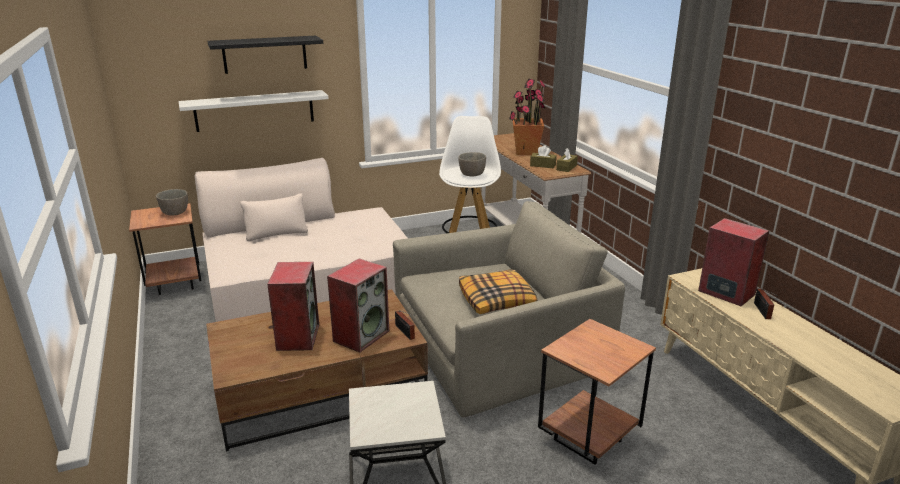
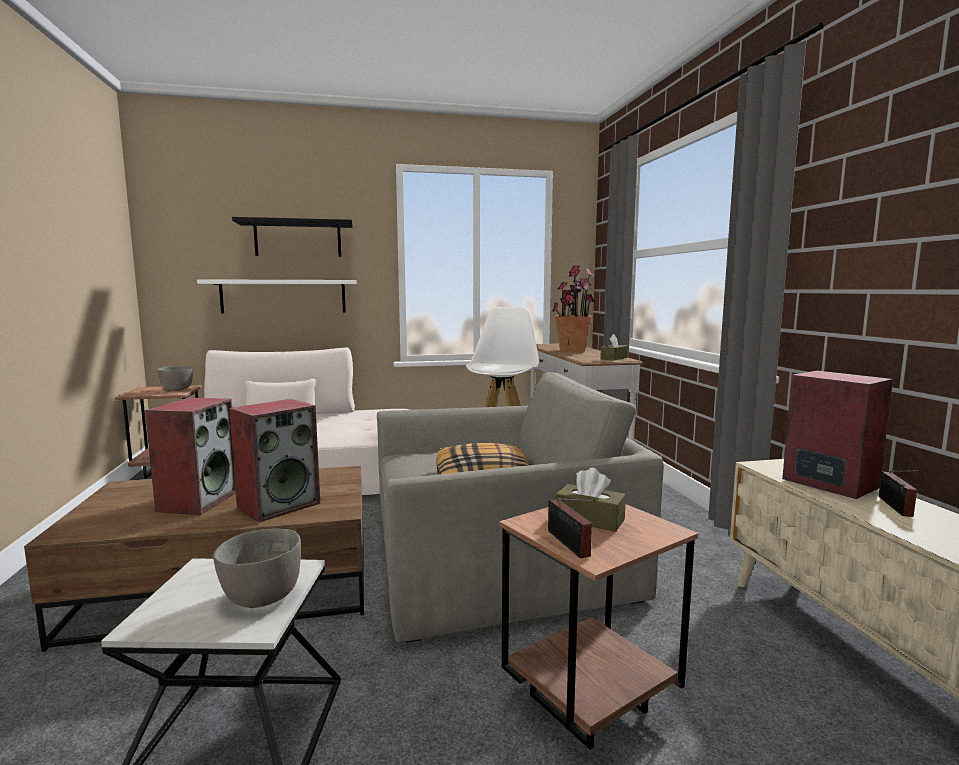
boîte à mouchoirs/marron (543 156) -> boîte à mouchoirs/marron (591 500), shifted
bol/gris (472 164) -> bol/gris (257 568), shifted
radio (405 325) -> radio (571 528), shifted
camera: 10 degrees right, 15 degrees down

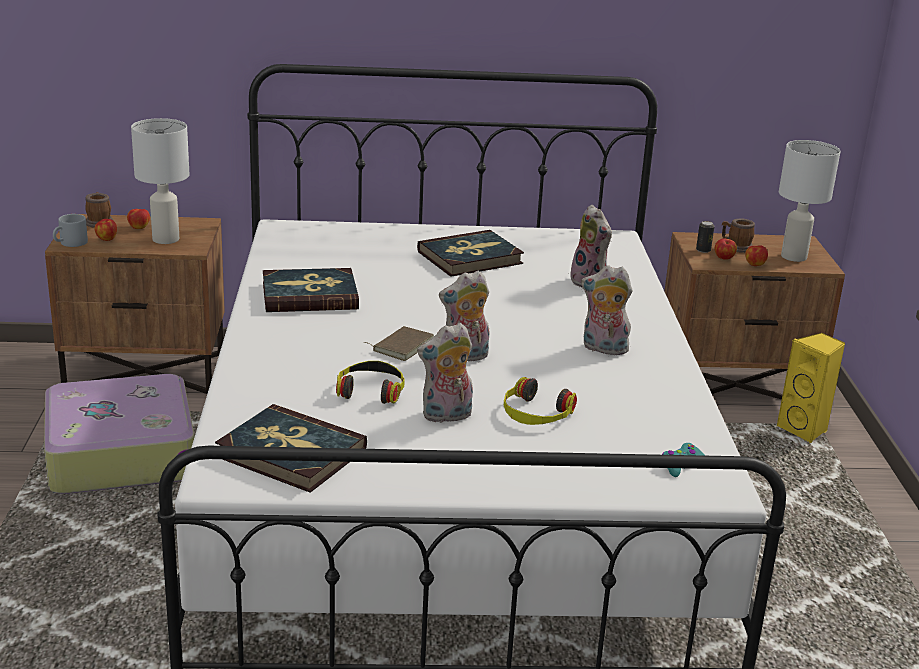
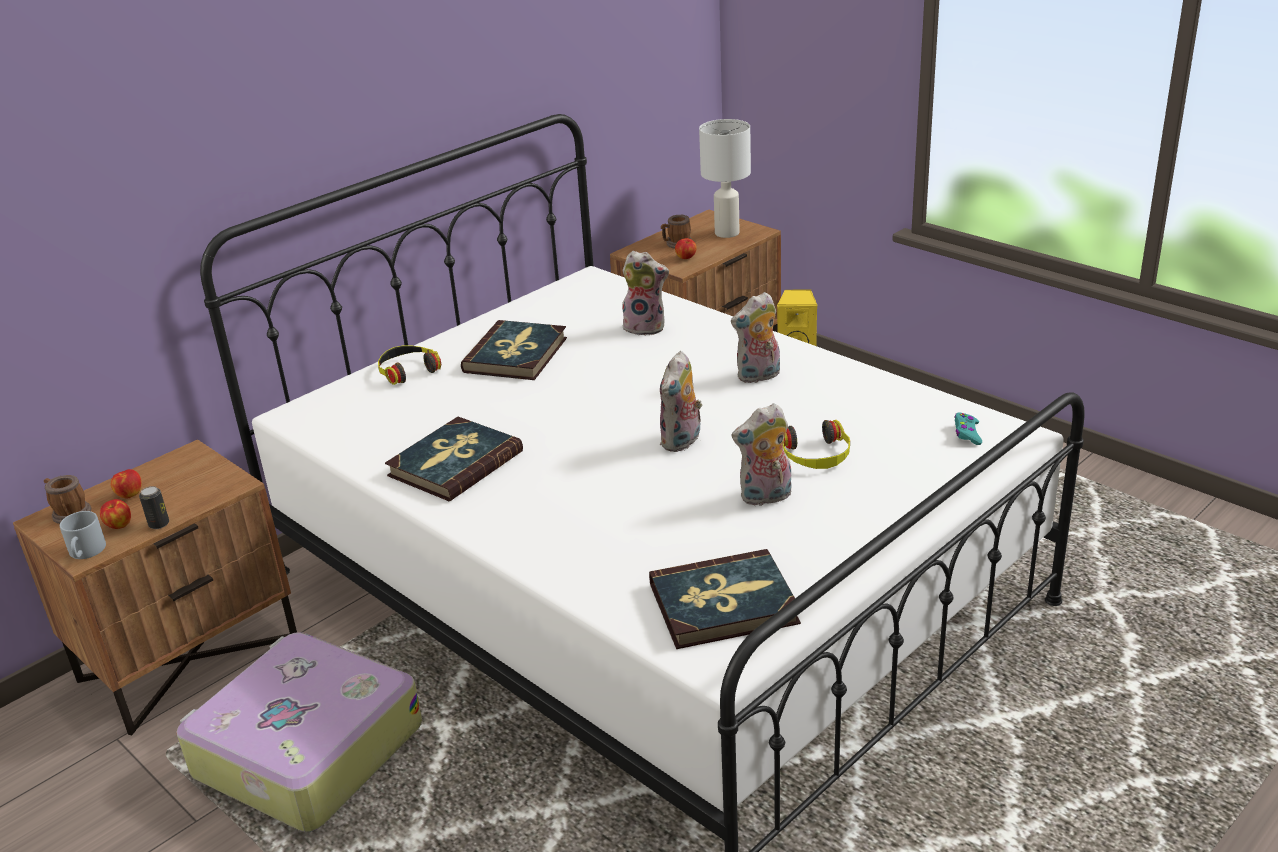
lampe de table/blanc (160 181) -> none
boîte métallique (705 237) -> boîte métallique (154 507), shifted
pomme (756 255) -> none
peluche (445 373) -> peluche (762 455), 45 degrees clockwise
livre/marron (399 343) -> none
casque audio (370 382) -> casque audio (409 365), shifted
camera: 40 degrees left, 5 degrees up

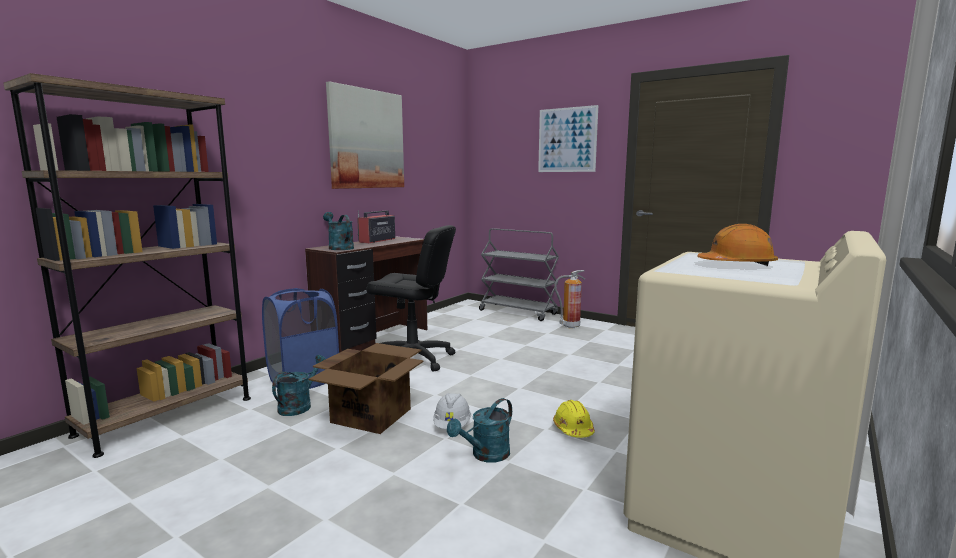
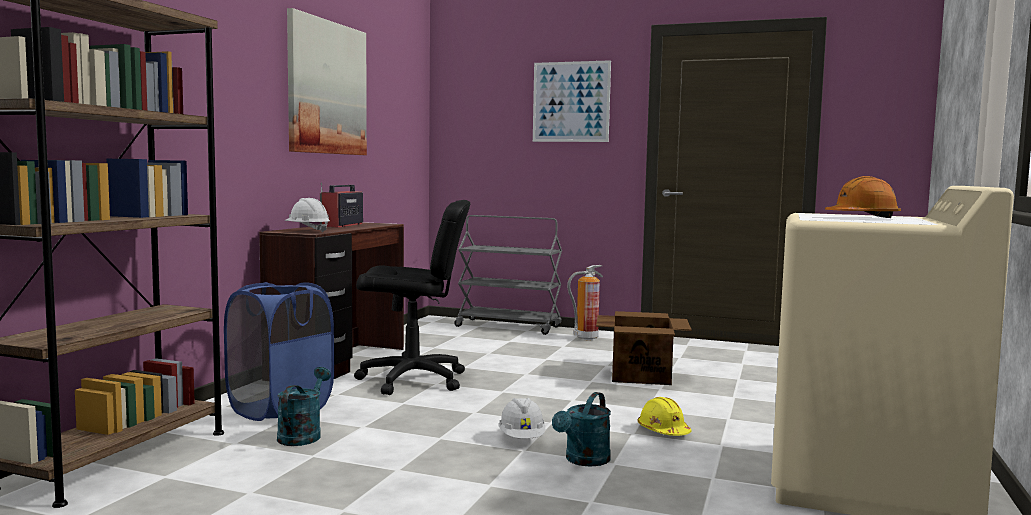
arrosoir/turquoise (338 231) -> casque de chantier/blanc (307 215)
carton (366 388) -> carton (644 348), shifted
camera: 15 degrees left, 5 degrees down

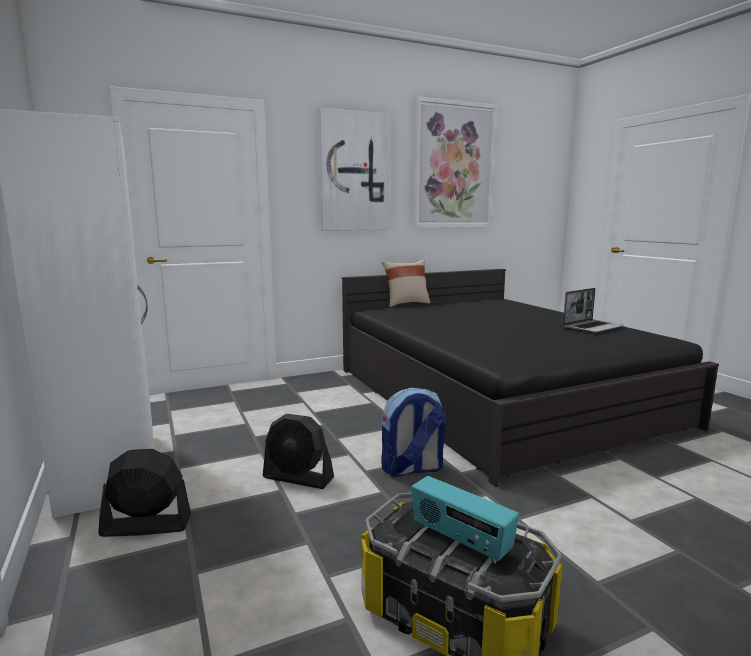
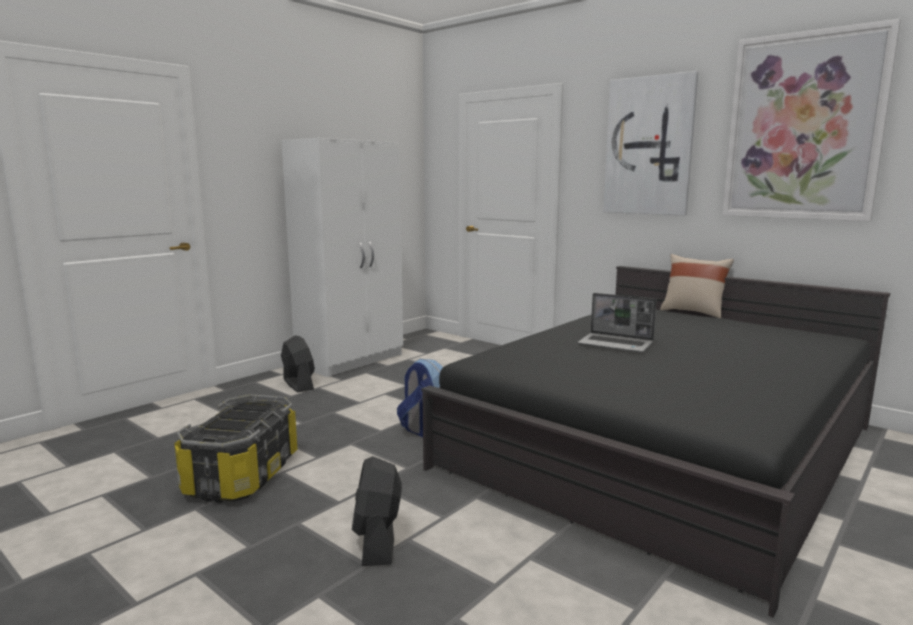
ordinateur portable (593 310) -> ordinateur portable (617 323), shifted
ventilateur/noir (298 451) -> ventilateur/noir (377 511), shifted
radio (465 520) -> none
camera: 65 degrees right, 0 degrees up

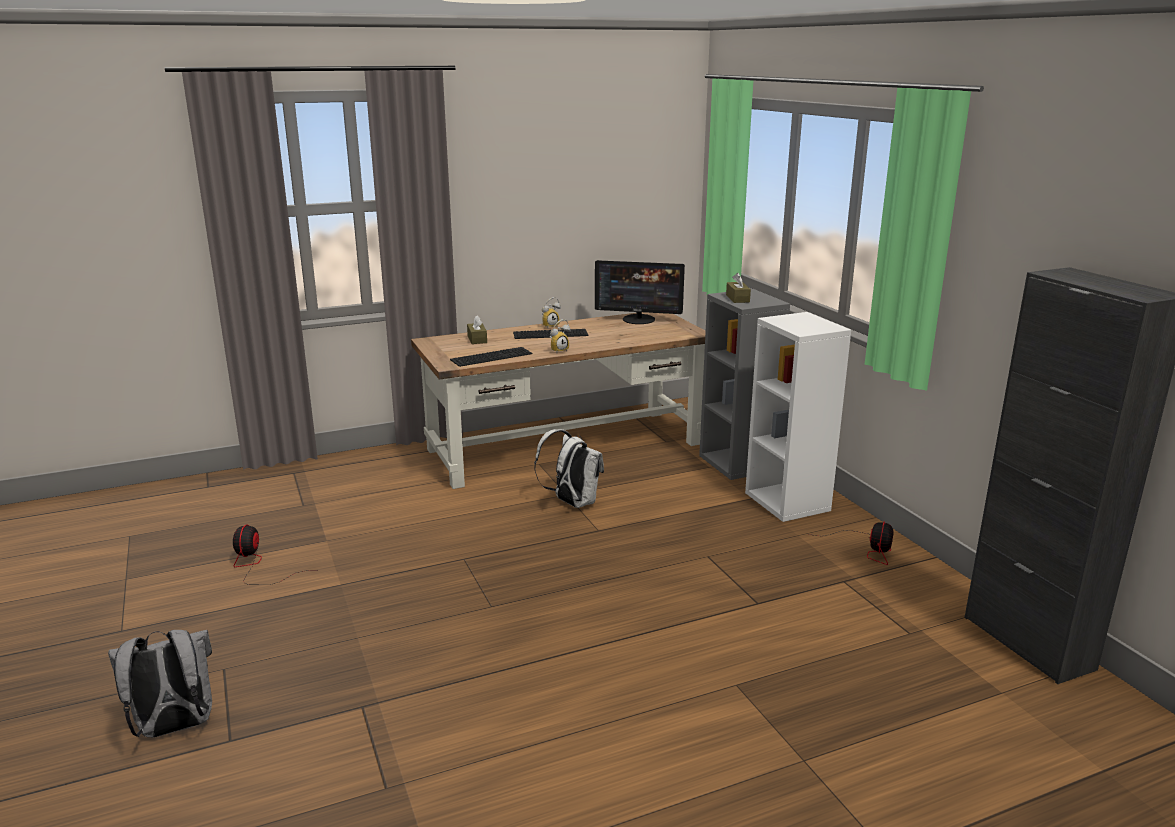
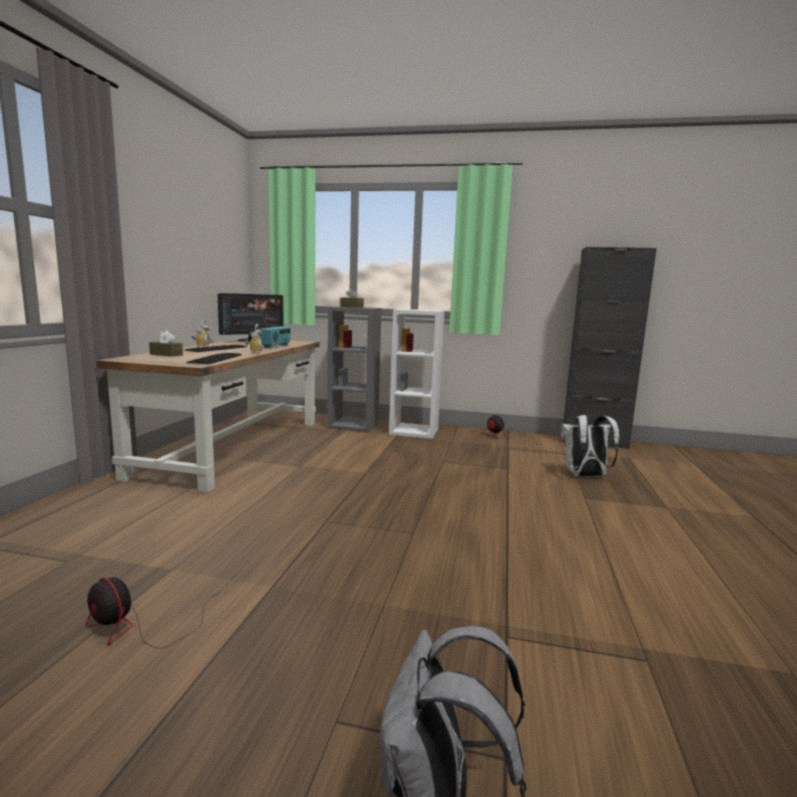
sac à dos/blanc (569 468) -> sac à dos/blanc (590 446), shifted
none -> radio (275 337)
camera: 55 degrees left, 10 degrees down

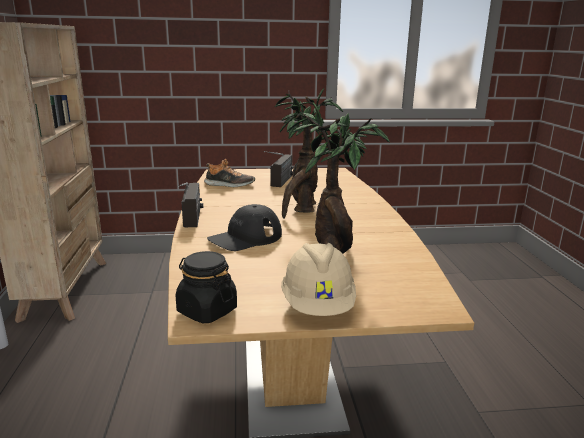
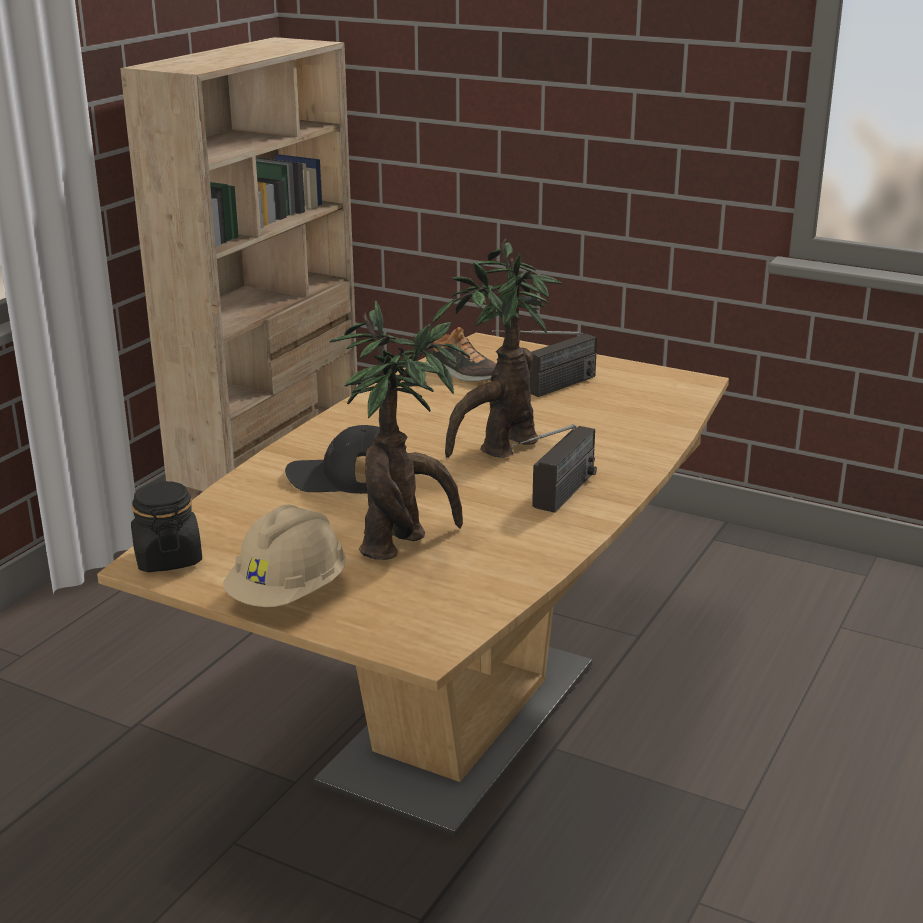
radio (190 204) -> radio (554 468), shifted
camera: 35 degrees right, 5 degrees up

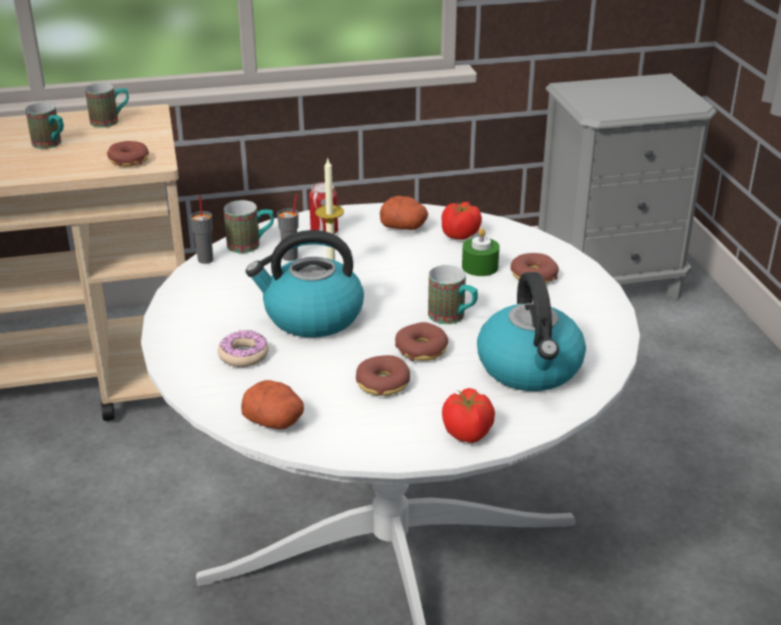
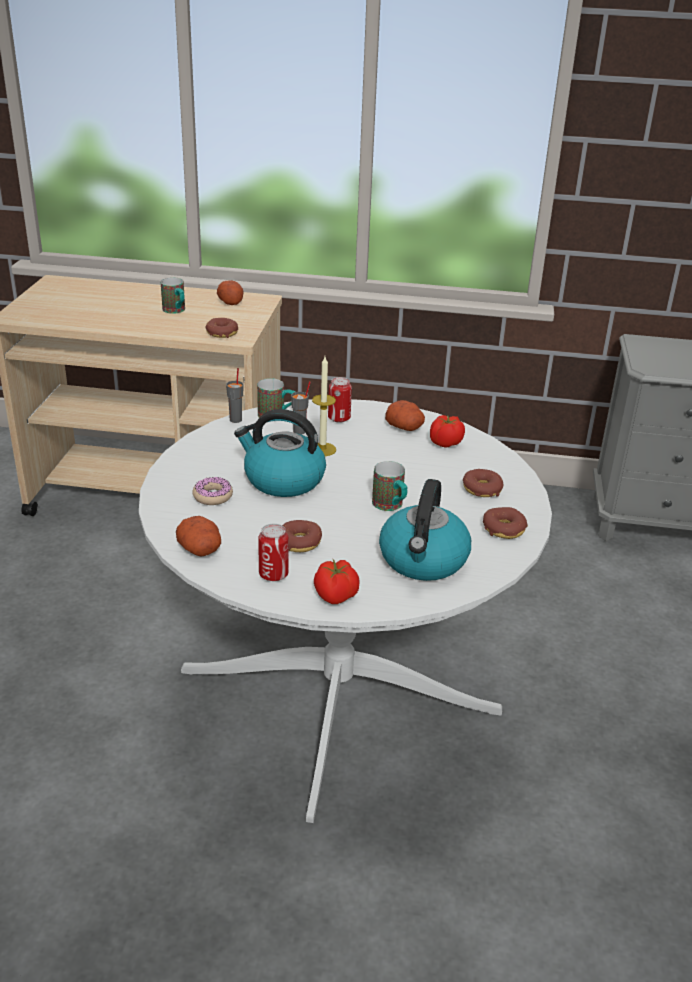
mug (107 105) -> pomme de terre (230 292)
bougie/vert (481 252) -> none
beignet (421 341) -> beignet (505 523), shifted
none -> boîte métallique (273 552)
camera: 20 degrees right, 0 degrees up

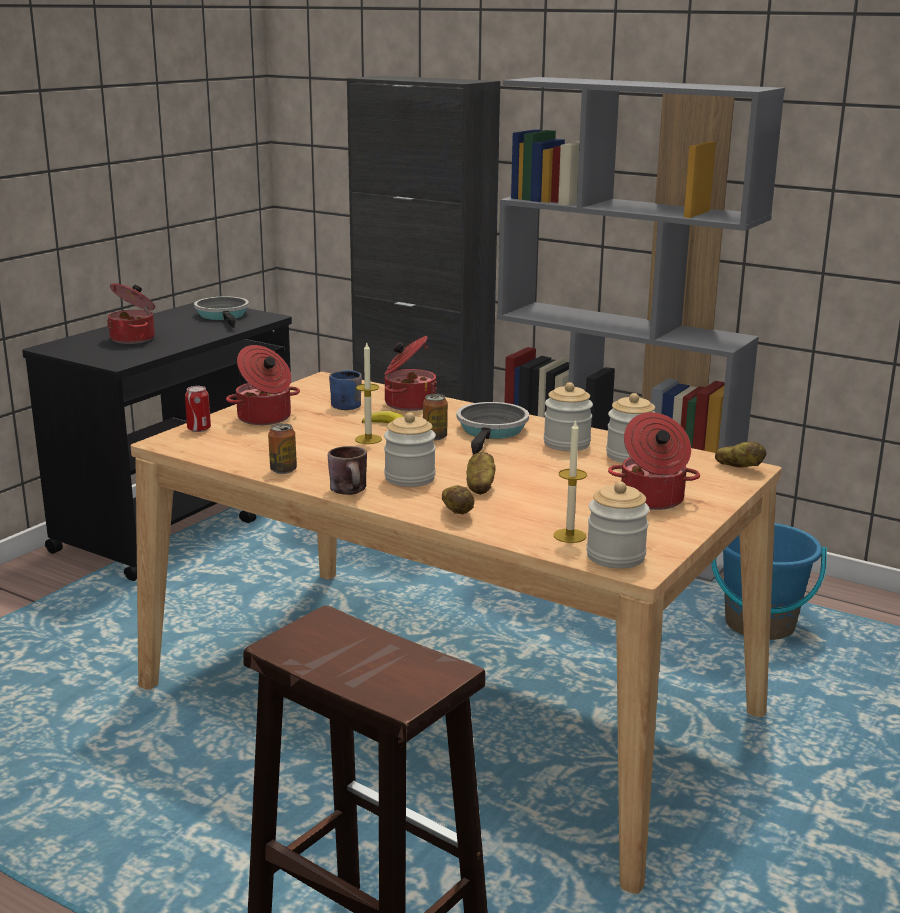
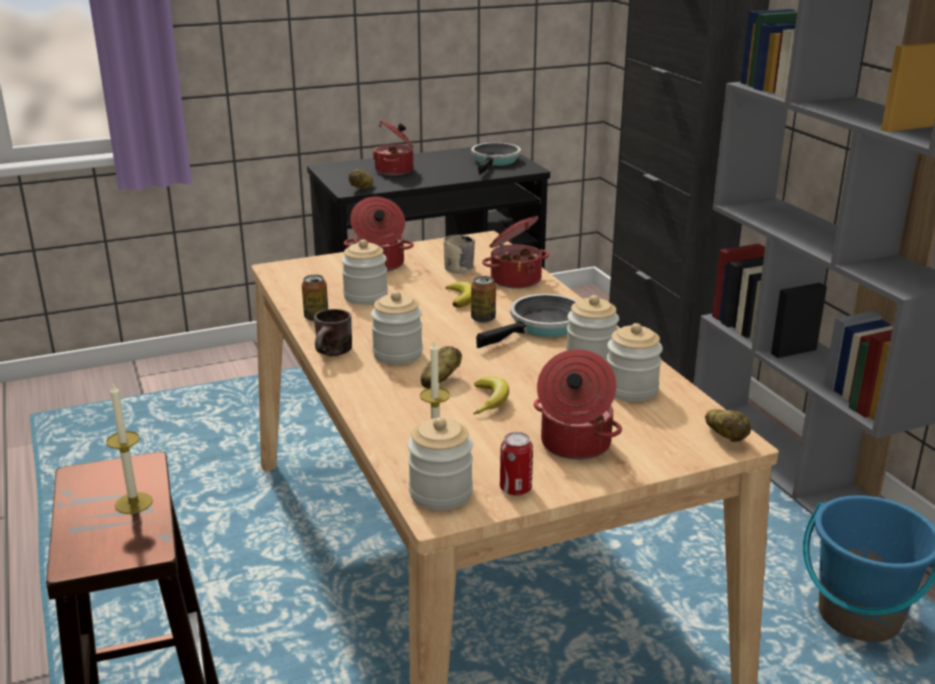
bougie (368 393) -> bougie (129 448), shifted
mug/bleu (345 390) -> mug/beige (459 254)
boîte métallique (198 409) -> boîte métallique (516 464), shifted
pomme de terre (458 499) -> pomme de terre (360 179), shifted
none -> bocal (364 272)
none -> banane (491 395)
camera: 35 degrees right, 5 degrees up

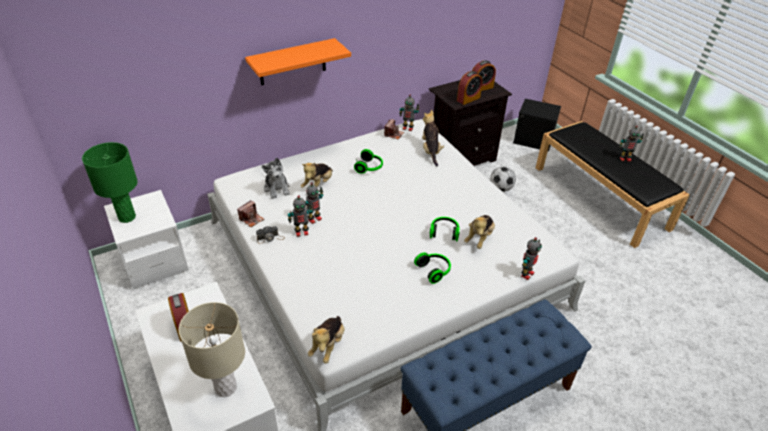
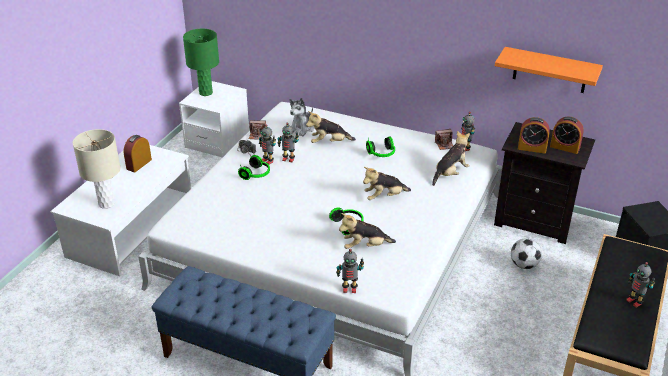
étagère/orange (298 61) -> étagère/orange (549 70), shifted
casque audio (432 268) -> casque audio (254 167), shifted
peluche (326 340) -> peluche (387 183), shifted
camera: 55 degrees right, 5 degrees down

